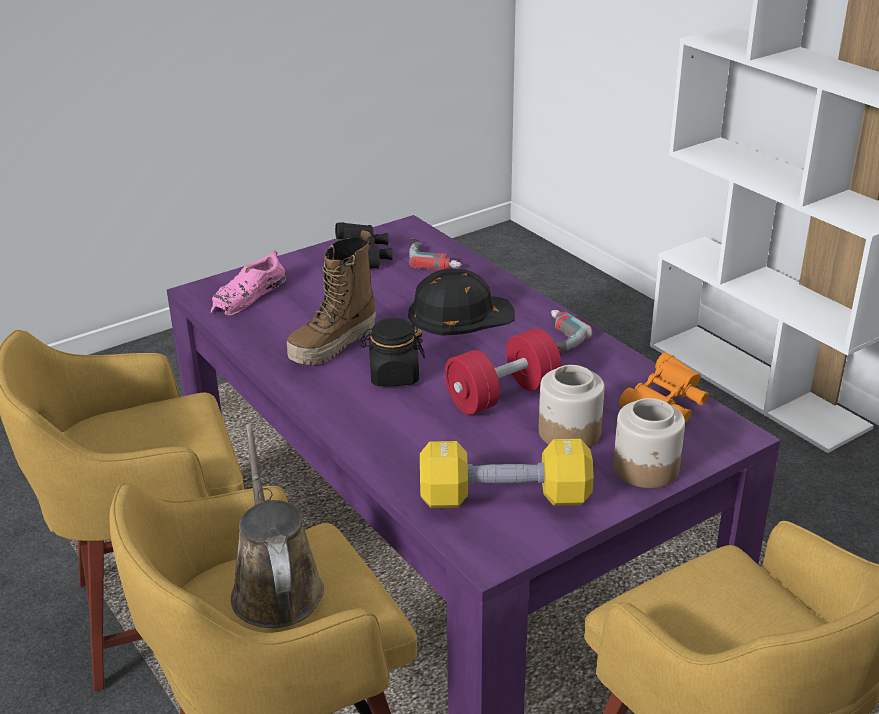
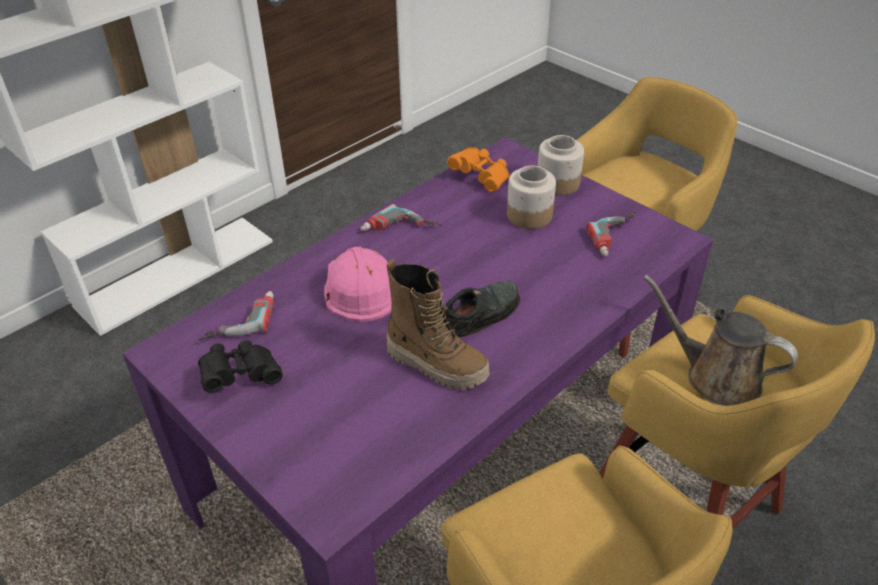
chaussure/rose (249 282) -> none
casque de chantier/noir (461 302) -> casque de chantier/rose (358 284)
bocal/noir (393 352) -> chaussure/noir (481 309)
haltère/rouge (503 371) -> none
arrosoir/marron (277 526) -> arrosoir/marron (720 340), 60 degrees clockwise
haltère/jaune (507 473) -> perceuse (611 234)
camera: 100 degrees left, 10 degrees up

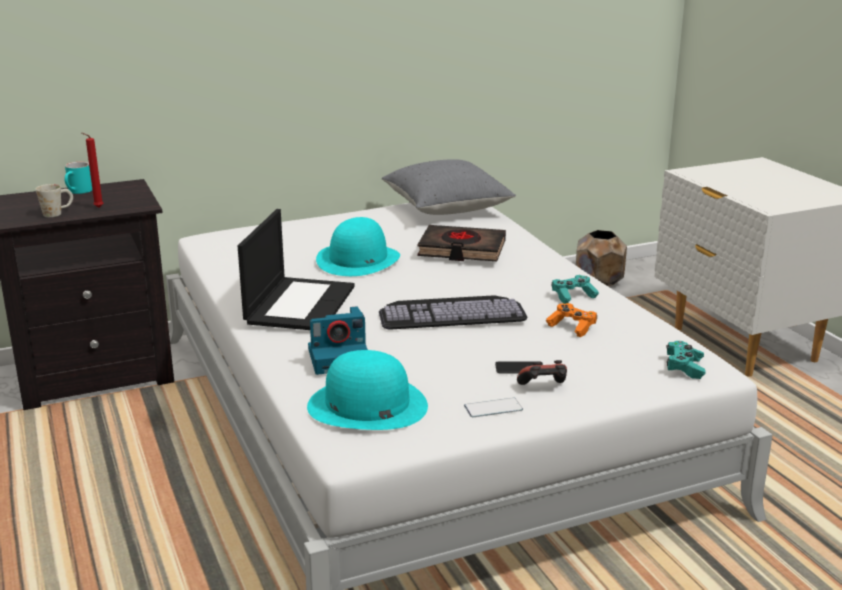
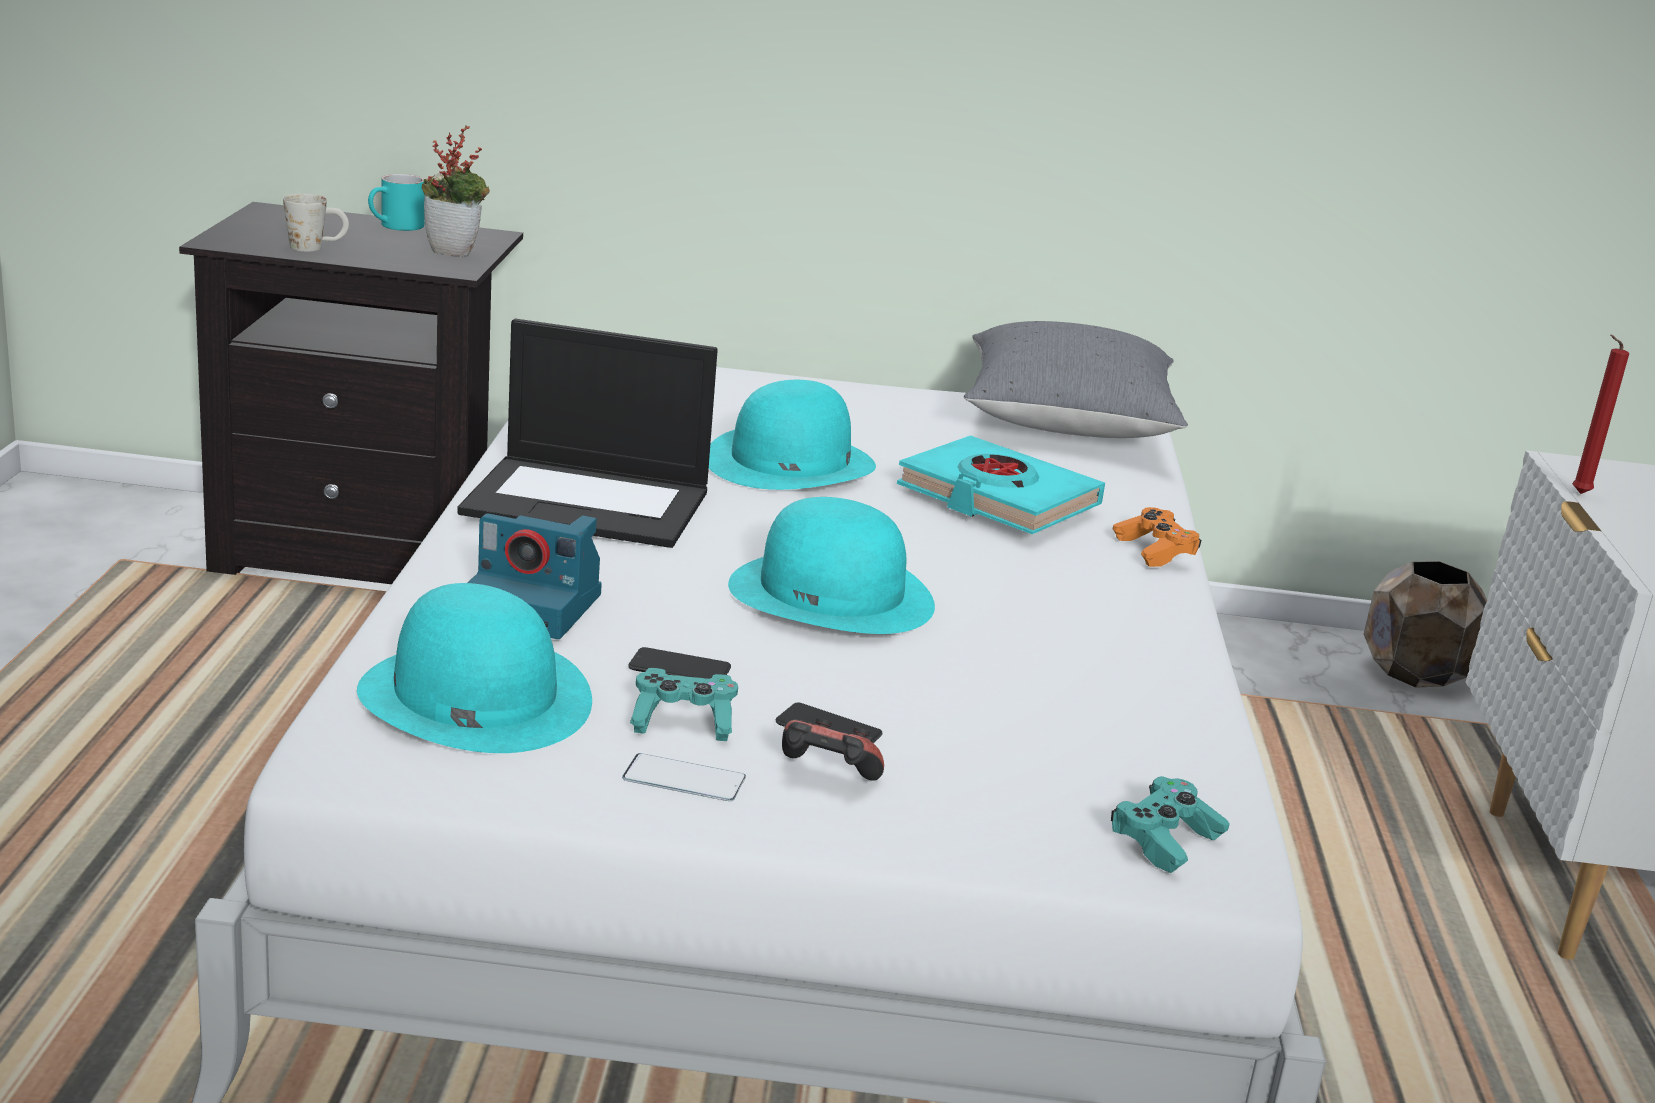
bougie/rouge (92 170) -> bougie/rouge (1600 414), shifted
ordinateur portable (296 269) -> ordinateur portable (588 433), 60 degrees clockwise
livre/noir (461 243) -> livre/turquoise (1001 484)
manette/turquoise (575 289) -> manette/turquoise (684 704), shifted
clavier (453 312) -> chapeau/turquoise (831 565)
manette/orange (571 320) -> manette/orange (1157 537), shifted
none -> plante en pot (456 191)
none -> téléphone (679 663)
camera: 25 degrees right, 0 degrees up

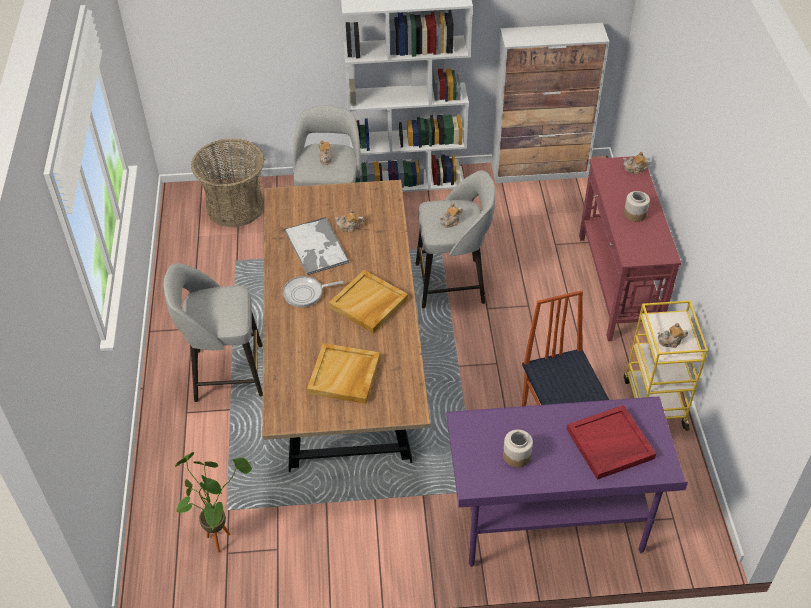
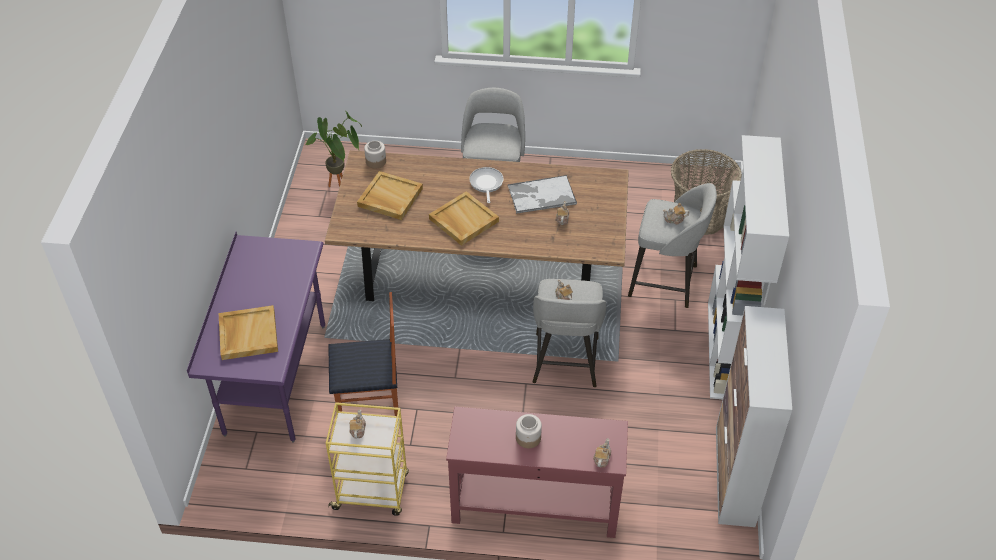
plateau/rouge (611 442) -> plateau/beige (248 332)
bocal (518 448) -> bocal (375 154), shifted
camera: 100 degrees right, 0 degrees up

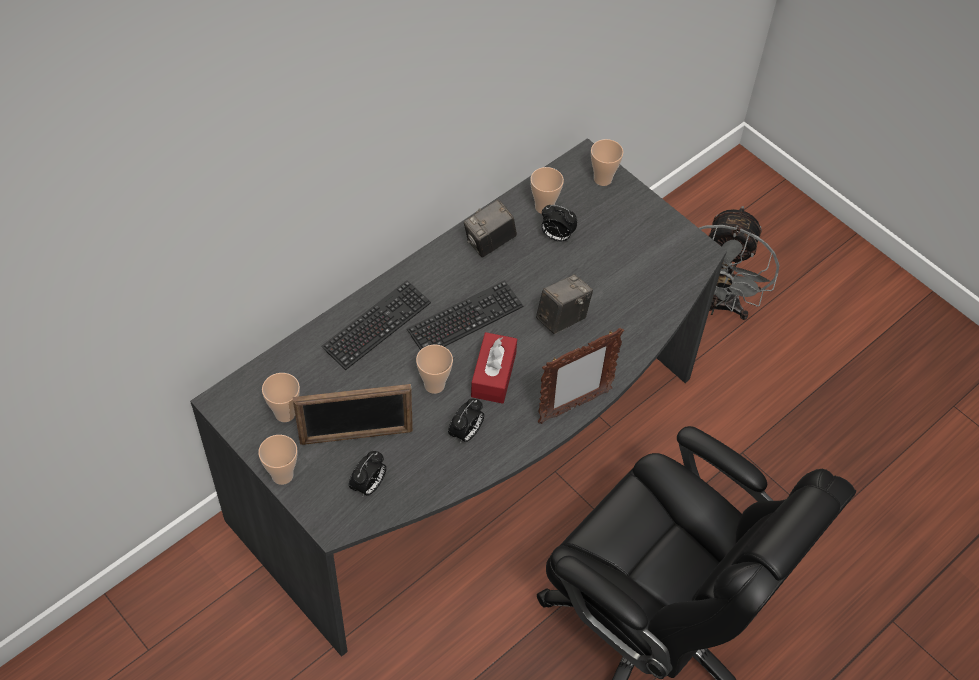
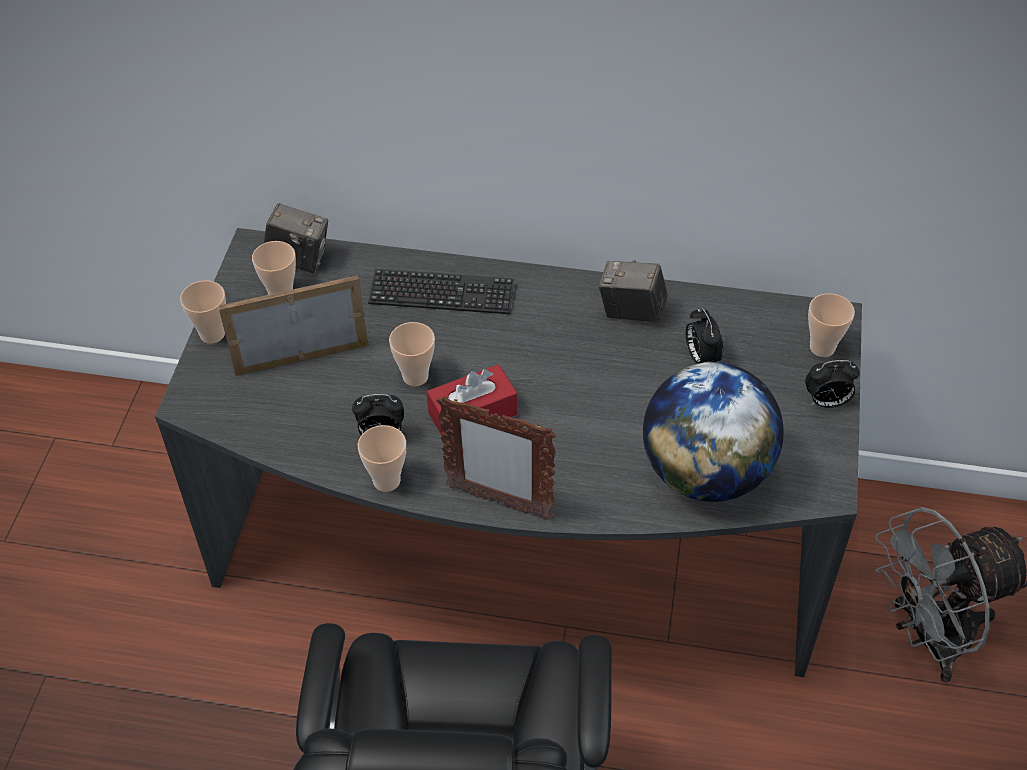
tasse (547 190) -> tasse (382 458), shifted
appareil photo (564 304) -> appareil photo (296 238), shifted
clavier (465 315) -> none
cadre photo (353 414) -> cadre photo (293 325), 120 degrees clockwise
réveil (367 473) -> réveil (832 384), shifted
none -> globe (713 432)
camera: 55 degrees right, 5 degrees down

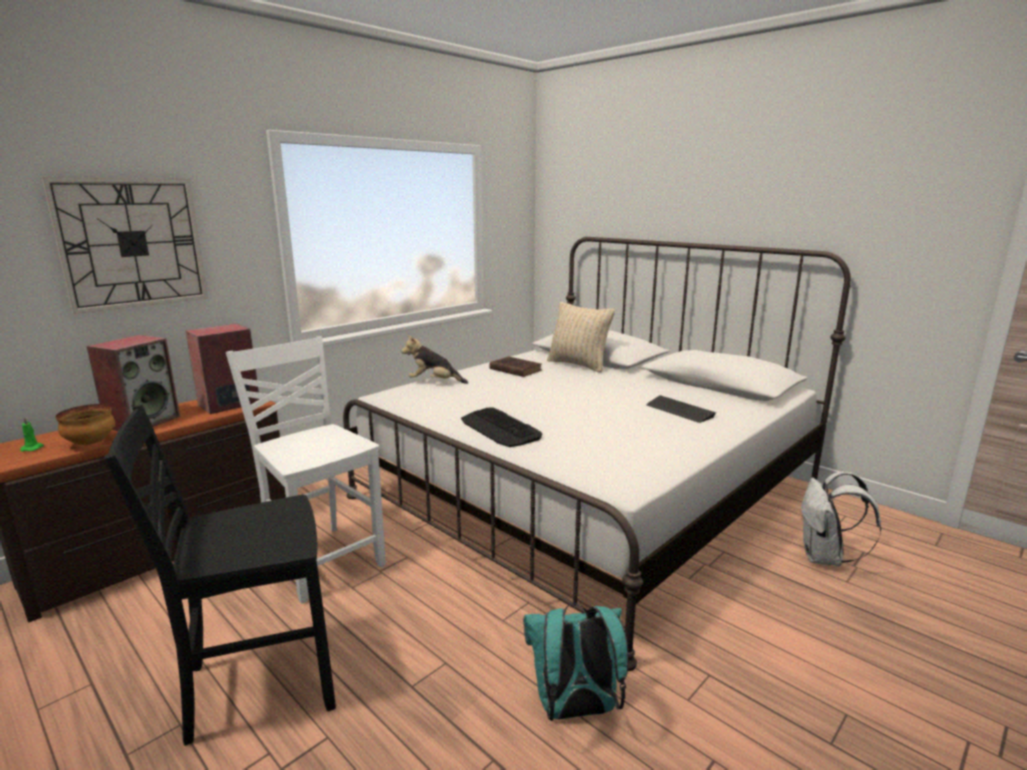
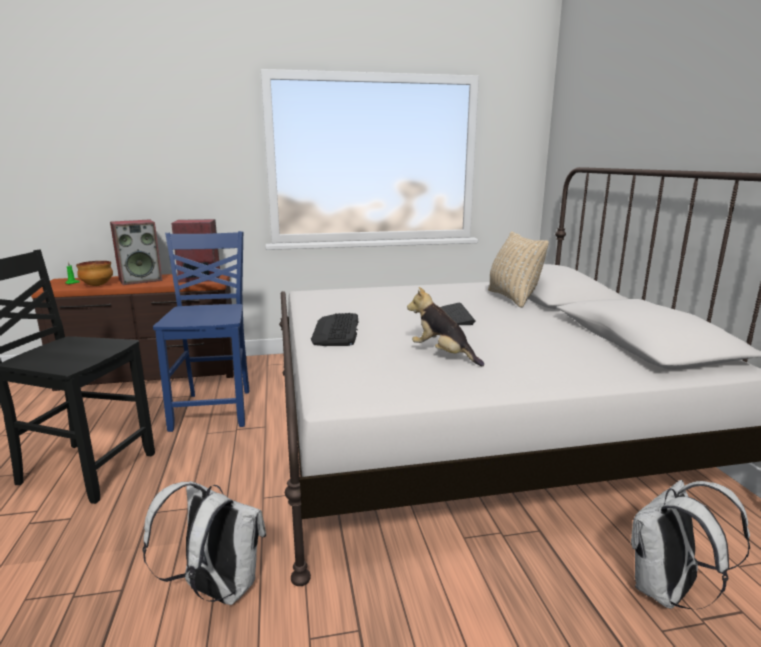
horloge murale (125 245) -> none
peluche (435 359) -> peluche (445 326), shifted
chaise/blanc (306 470) -> chaise/bleu (201 331)
livre/marron (515 367) -> none
clavier (681 409) -> clavier (457 314), shifted
sac à dos/turquoise (575 662) -> sac à dos/blanc (204 543)
camera: 35 degrees right, 0 degrees up

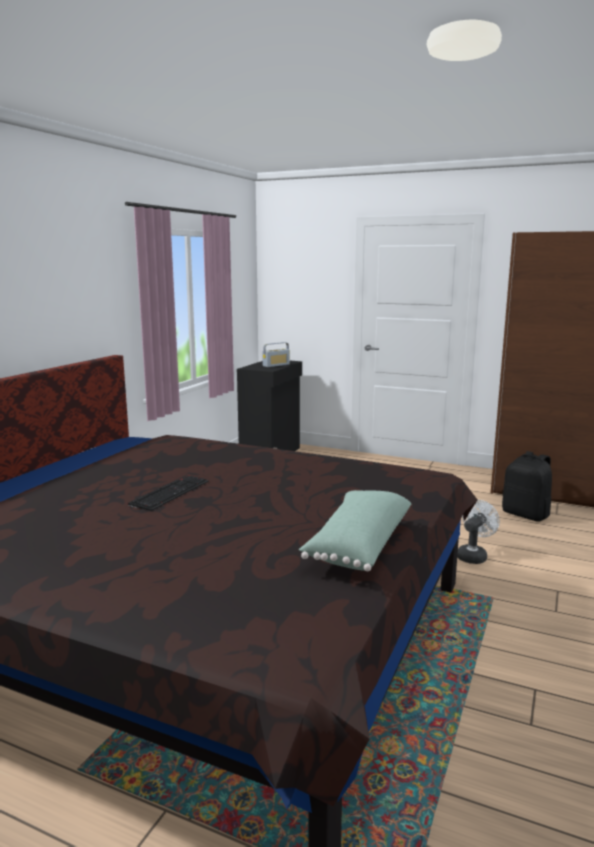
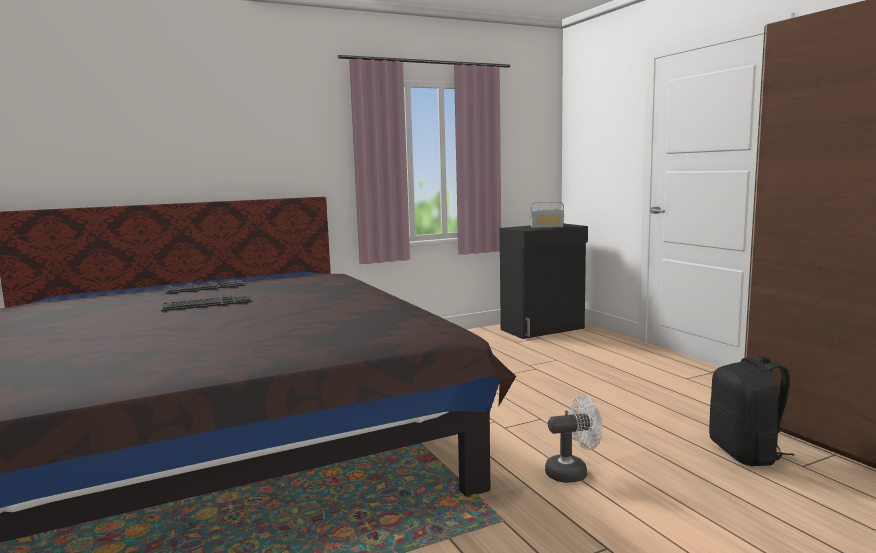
coussin/vert (355 530) -> none
none -> clavier (204 287)
camera: 40 degrees right, 5 degrees down

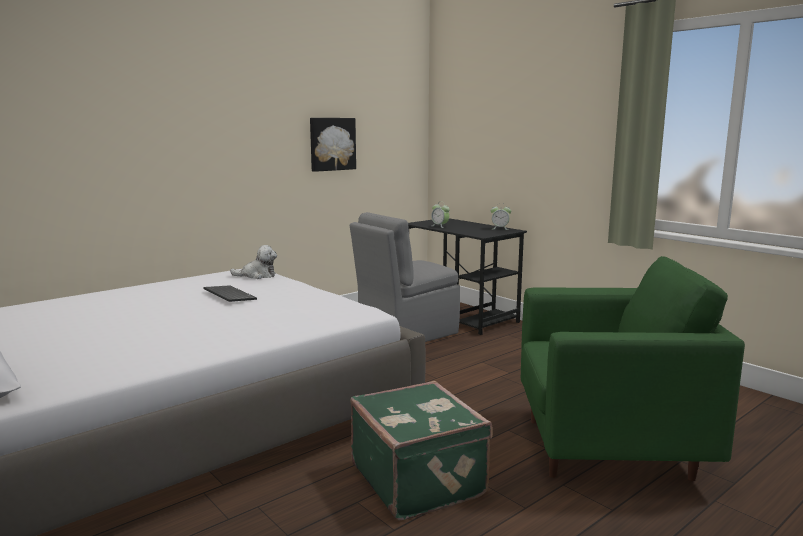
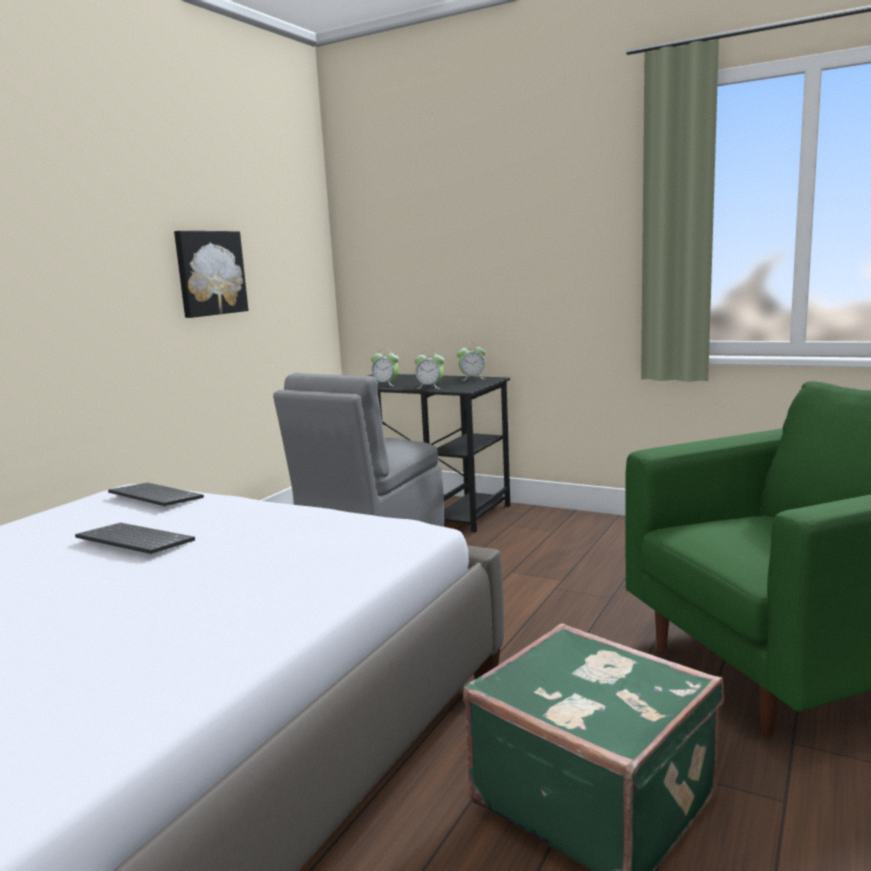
peluche (253 262) -> clavier (156 494)
none -> réveil (429 370)
camera: 20 degrees left, 0 degrees up

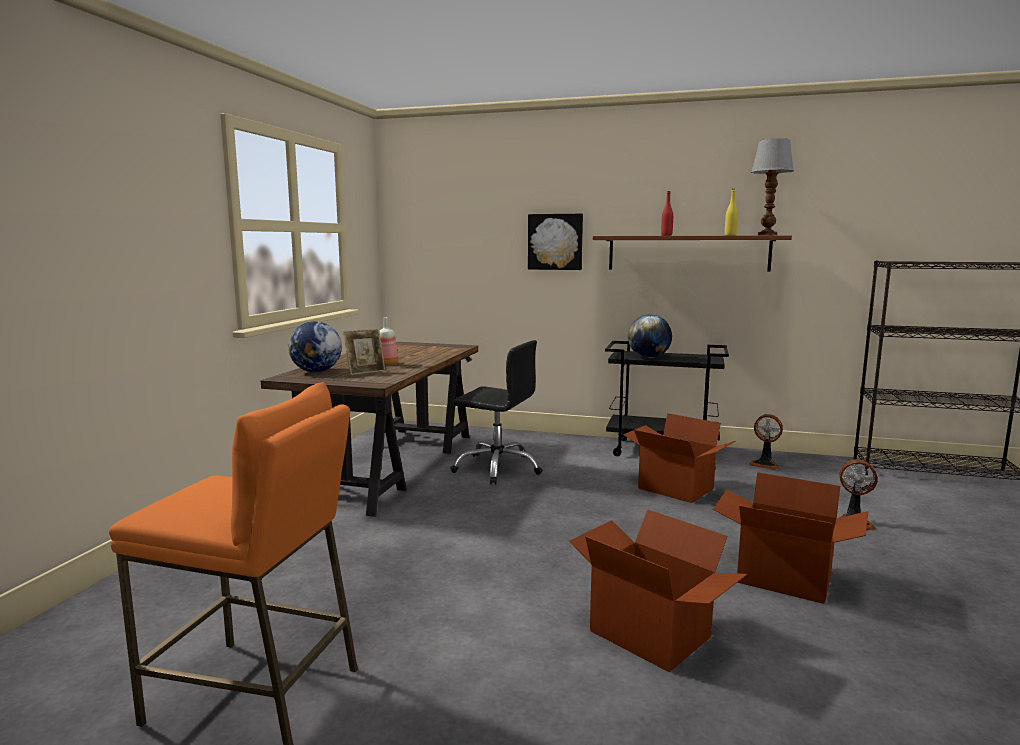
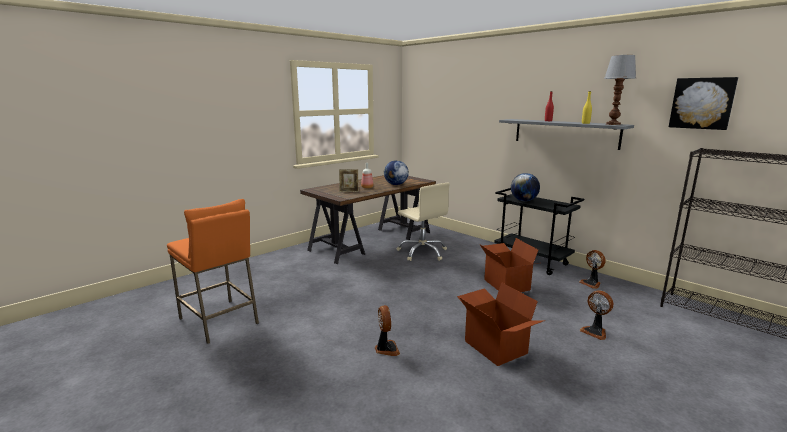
tableau (555 242) -> tableau (703 103), shifted
étagère/marron (692 253) -> étagère/gris (566 134)
globe (315 346) -> globe (396 172), shifted
chaise de bureau/noir (496 412) -> chaise de bureau/beige (423 222)
carton (658 590) -> ventilateur (387 330)
camera: 30 degrees right, 5 degrees up

